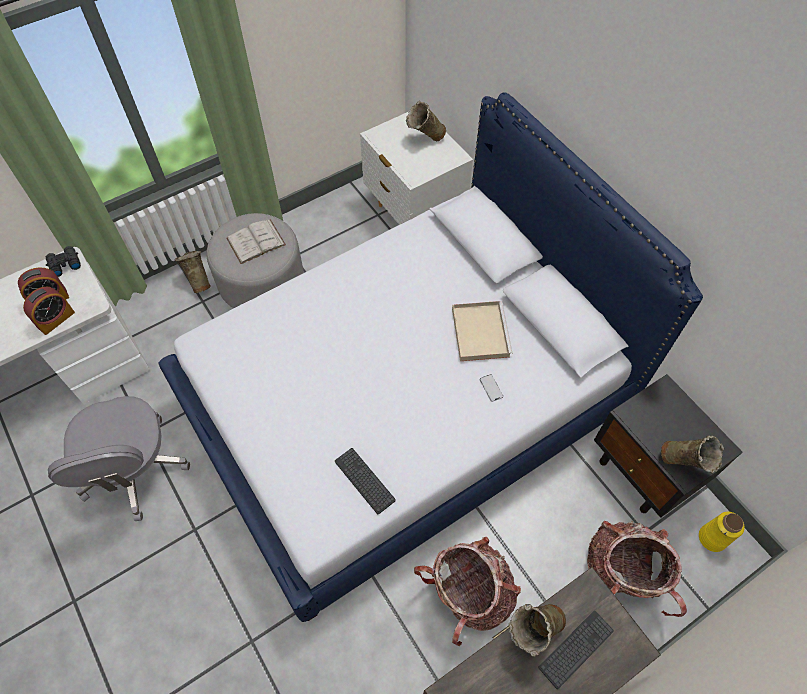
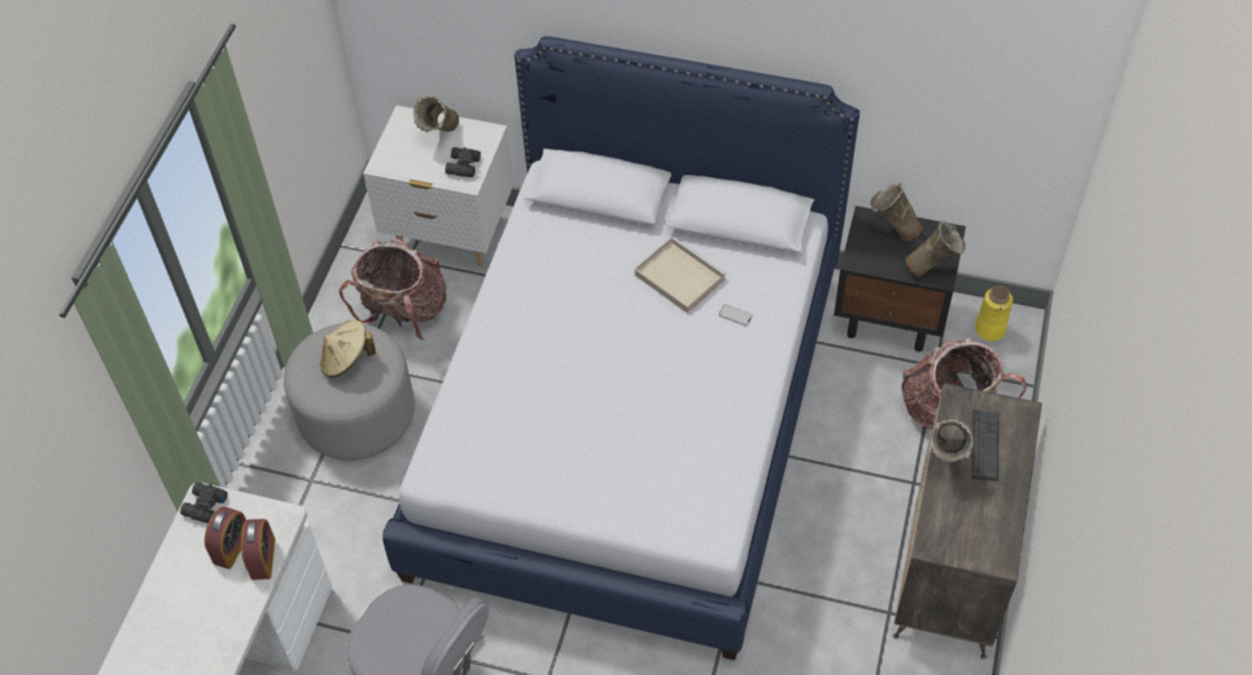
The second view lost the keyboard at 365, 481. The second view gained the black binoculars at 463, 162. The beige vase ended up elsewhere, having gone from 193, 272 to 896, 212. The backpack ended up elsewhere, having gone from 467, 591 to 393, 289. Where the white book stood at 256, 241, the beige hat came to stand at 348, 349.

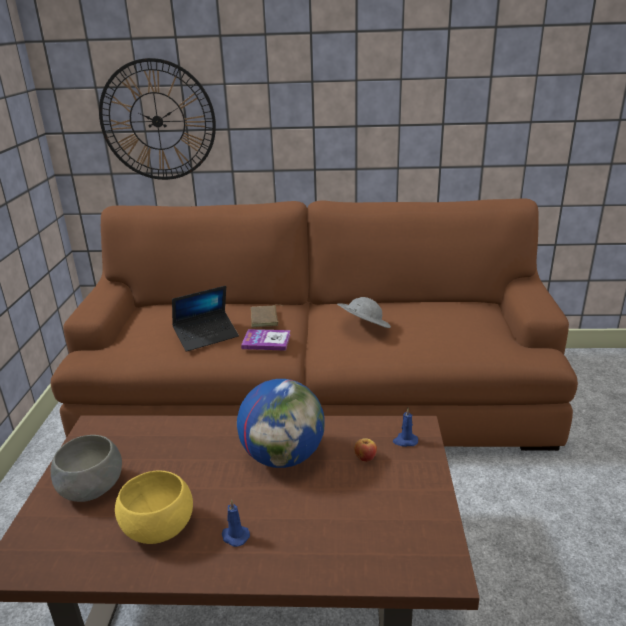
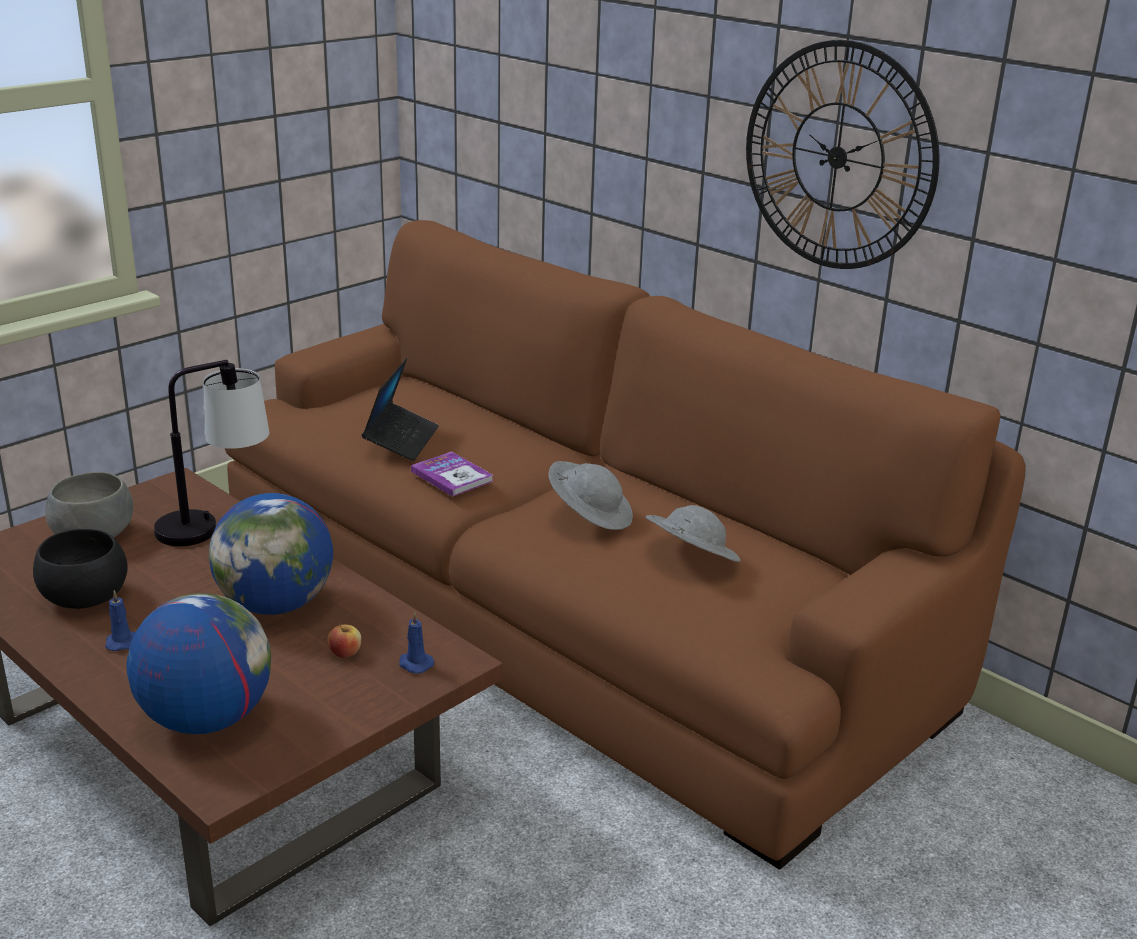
The second view lost the brown book at 267, 316. The second view gained the globe at 198, 663. The second view gained the table lamp at 211, 453. The second view gained the grey hat at 693, 533. The wall clock ended up elsewhere, having gone from 157, 119 to 843, 154. What was the yellow bowl at 154, 507 turned into the black bowl at 80, 569. The laptop at 205, 319 ended up facing another way, 90 degrees counterclockwise from before.

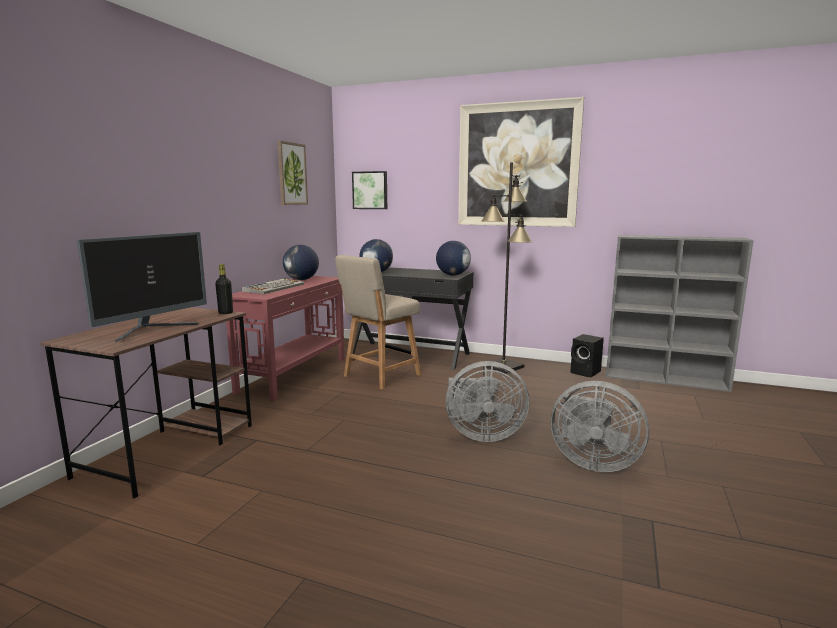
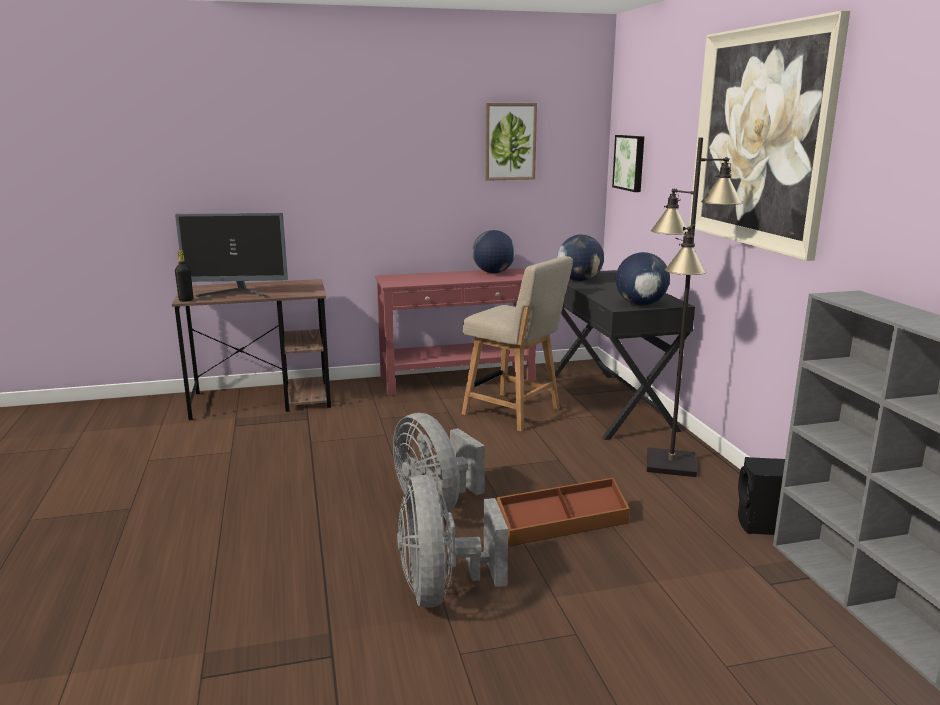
The second view lost the keyboard at 273, 286. The second view gained the brown storage box at 563, 512. The black bottle ended up elsewhere, having gone from 224, 289 to 184, 276. The beige chair at 378, 322 ended up facing another way, 150 degrees counterclockwise from before.

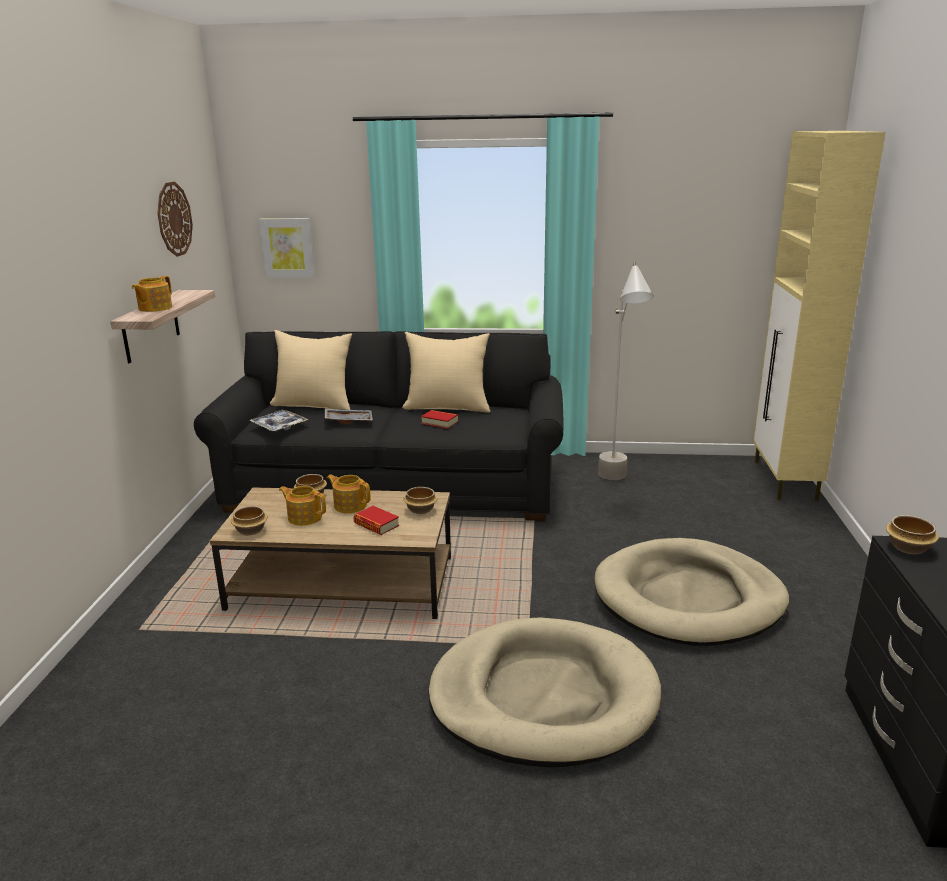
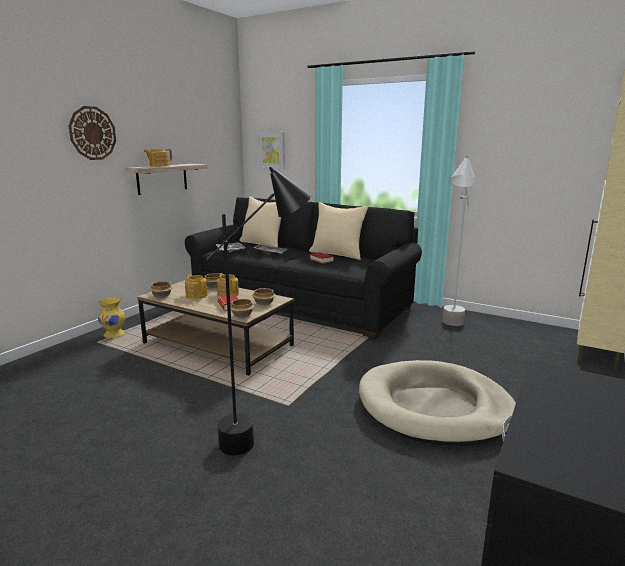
The second view gained the yellow vase at 112, 317. The wall clock ended up elsewhere, having gone from 175, 219 to 92, 133. The bowl ended up elsewhere, having gone from 912, 534 to 242, 308. Where the beige dog bed stood at 544, 692, the black floor lamp came to stand at 259, 311.

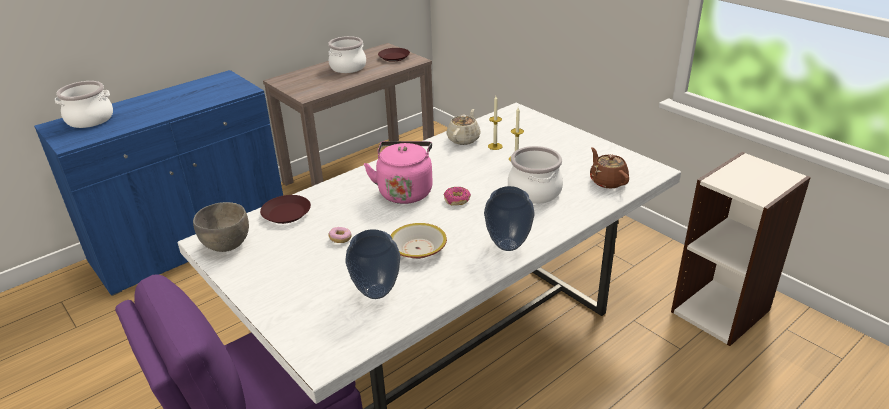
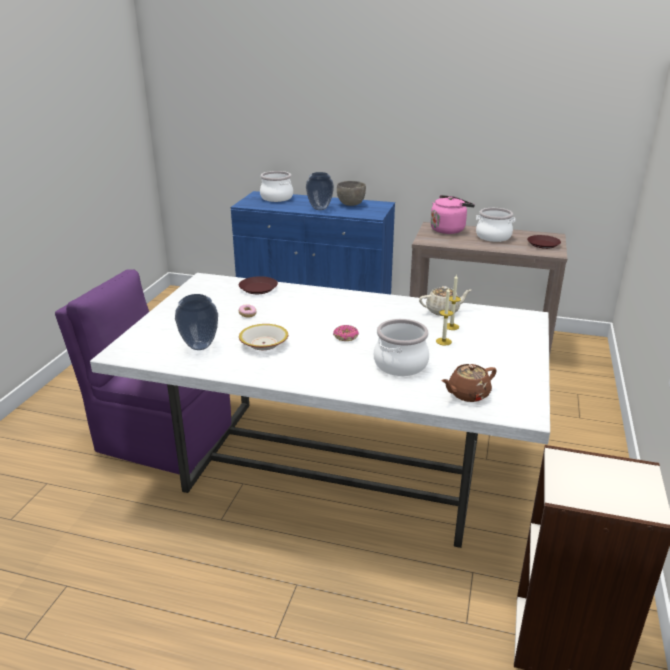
The grey bowl ended up elsewhere, having gone from 221, 227 to 351, 193. The pink kettle ended up elsewhere, having gone from 398, 172 to 453, 214. The vase ended up elsewhere, having gone from 509, 218 to 320, 191. The brown teapot at 609, 168 ended up facing another way, 150 degrees counterclockwise from before.

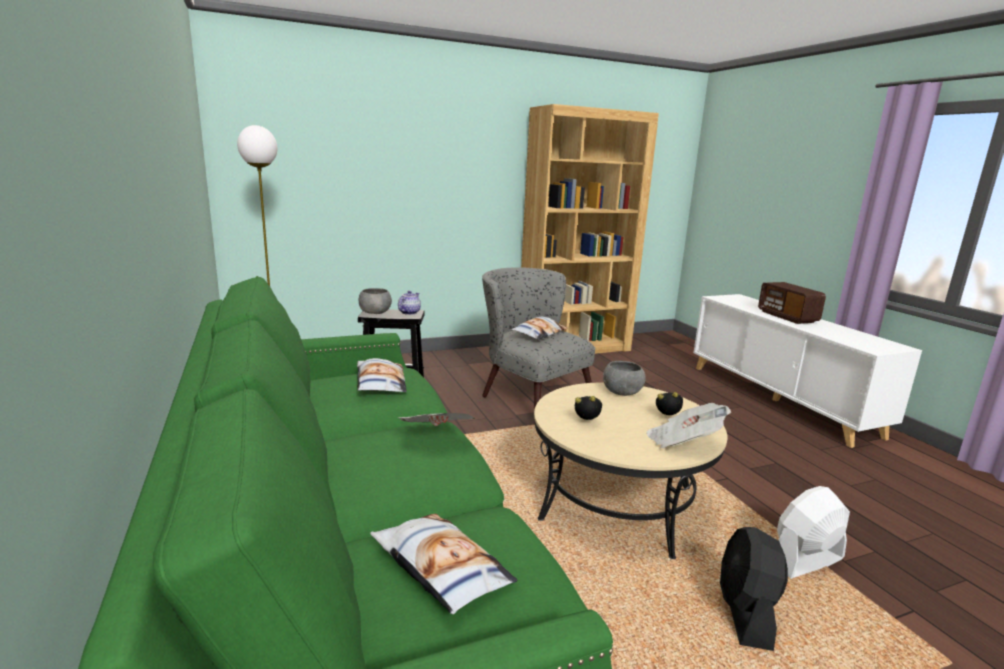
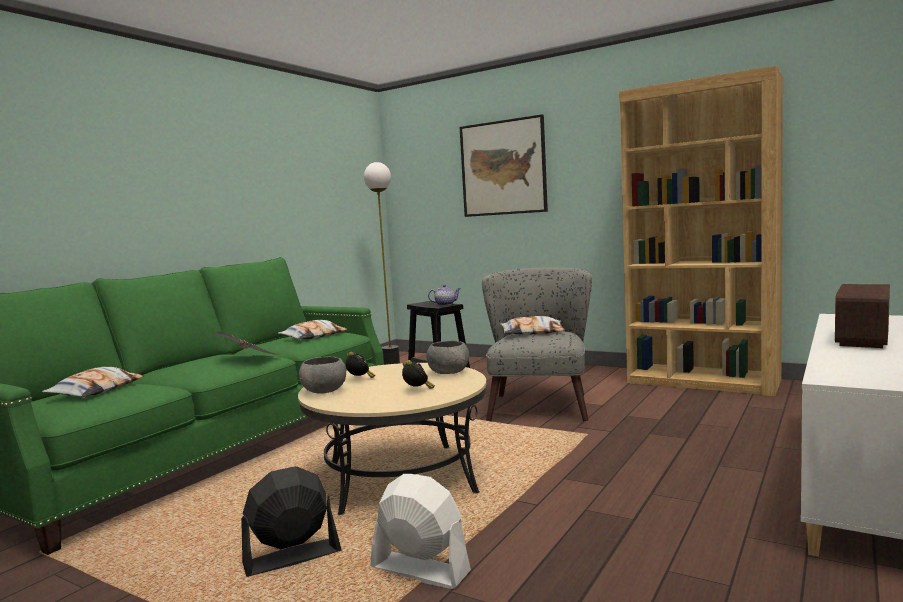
The second view lost the newspaper at 688, 425. The second view gained the picture at 504, 165. The grey bowl ended up elsewhere, having gone from 375, 301 to 322, 375.

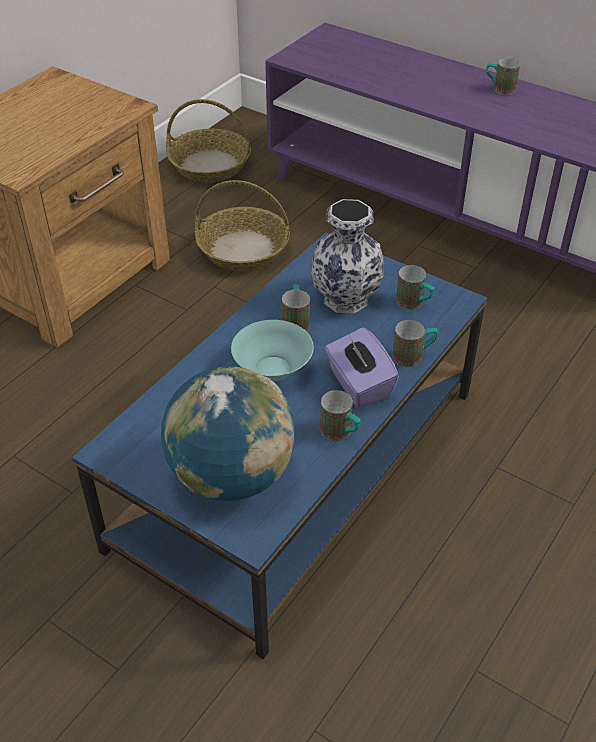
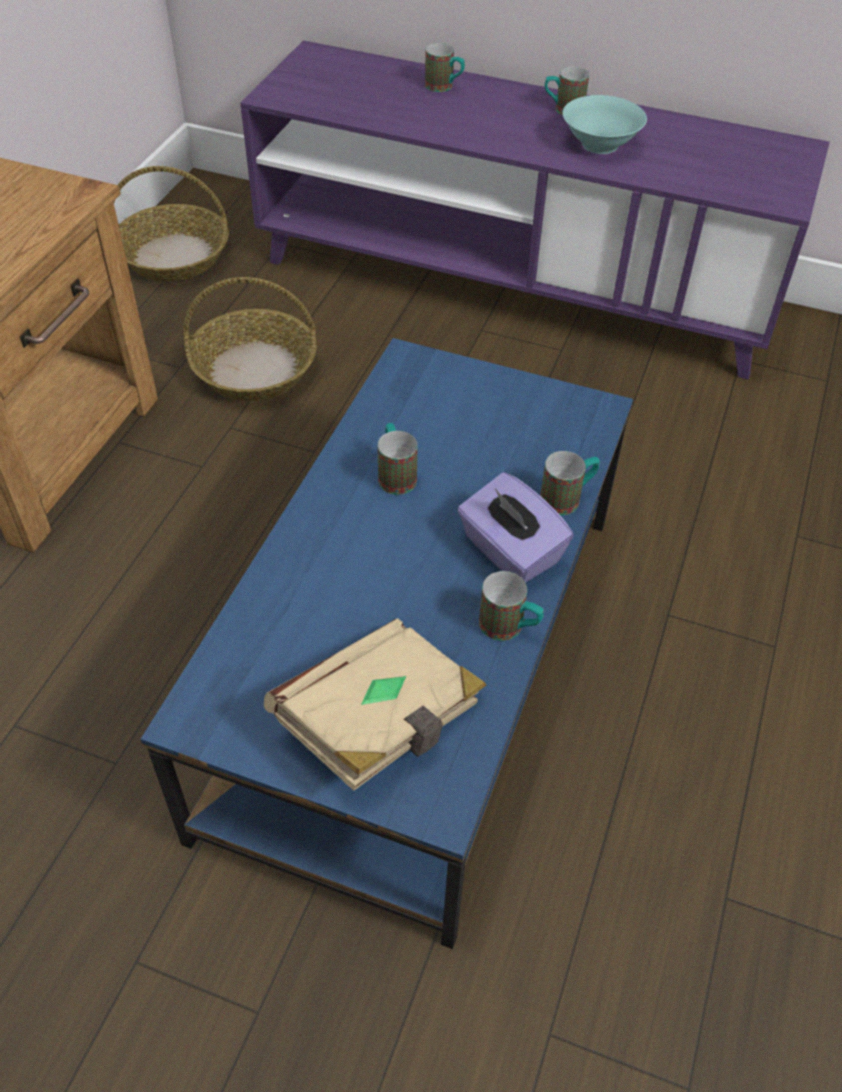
The second view lost the vase at 347, 256. The turquoise bowl ended up elsewhere, having gone from 272, 350 to 605, 124. The mug ended up elsewhere, having gone from 415, 287 to 445, 67. Where the globe stood at 228, 433, the beige book came to stand at 375, 704.

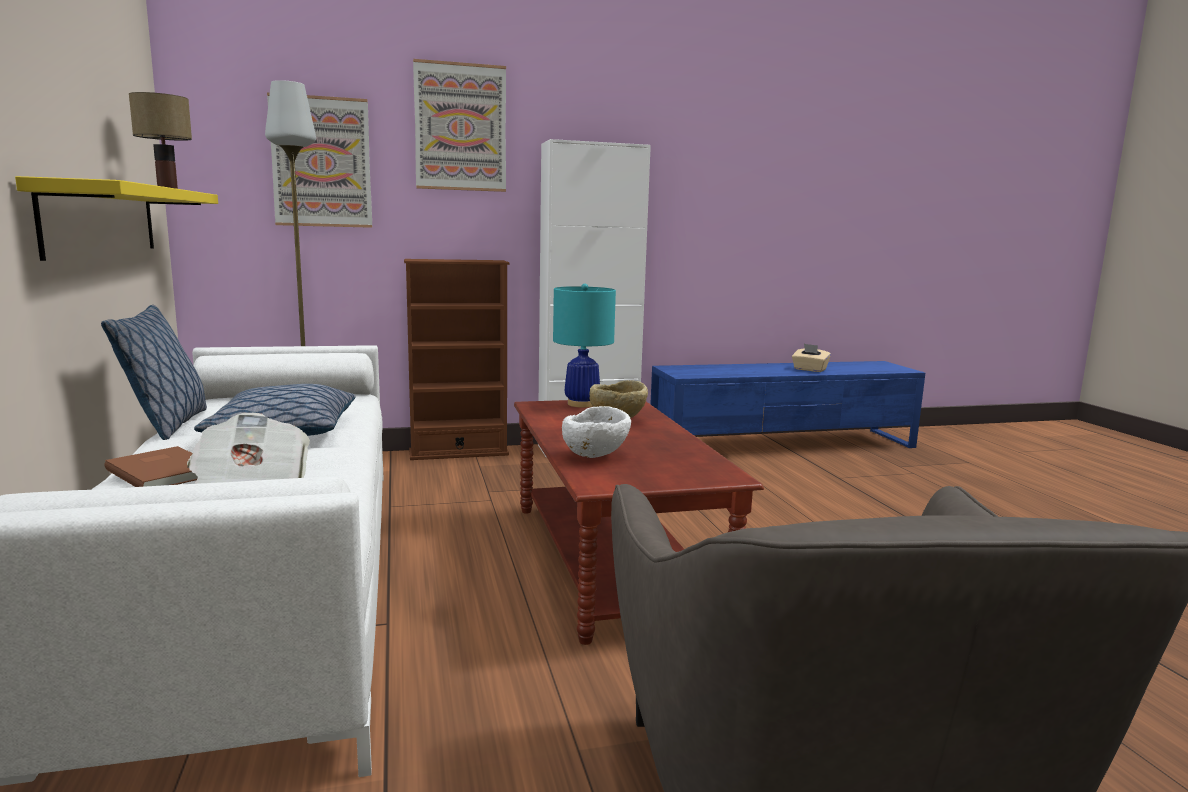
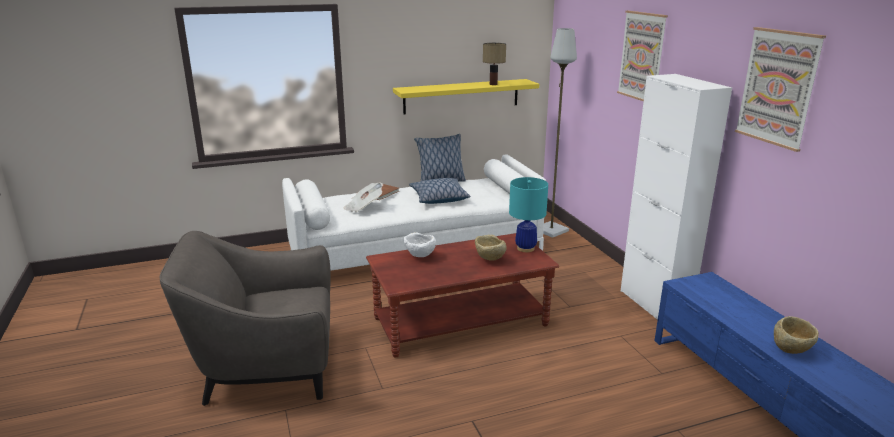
The second view lost the brown bookcase at 456, 359. The picture ended up elsewhere, having gone from 319, 160 to 780, 89. Where the beige tissue box stood at 811, 358, the beige bowl came to stand at 796, 335.

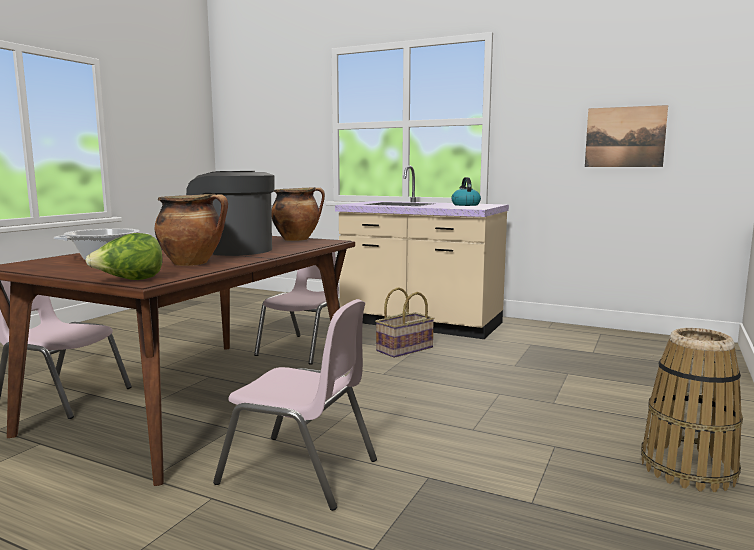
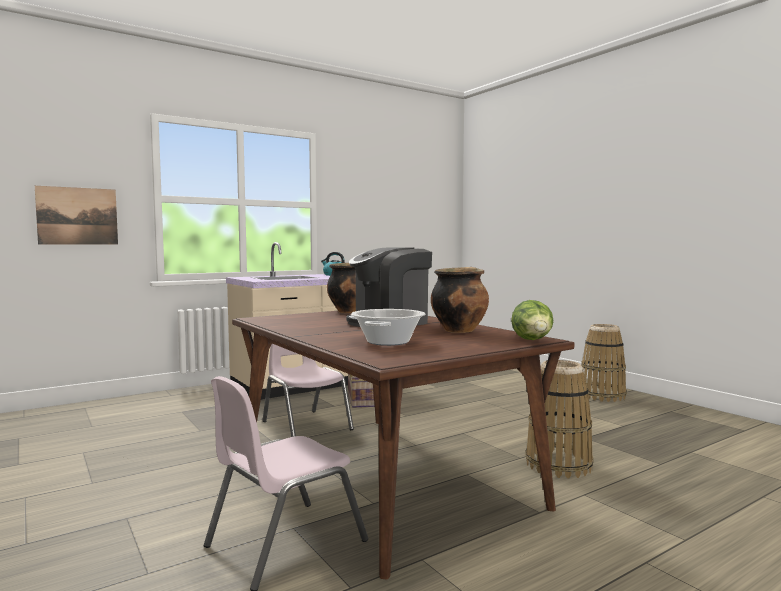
The picture ended up elsewhere, having gone from 626, 136 to 76, 215. Where the pink chair stood at 295, 405, the basket came to stand at 559, 419.

